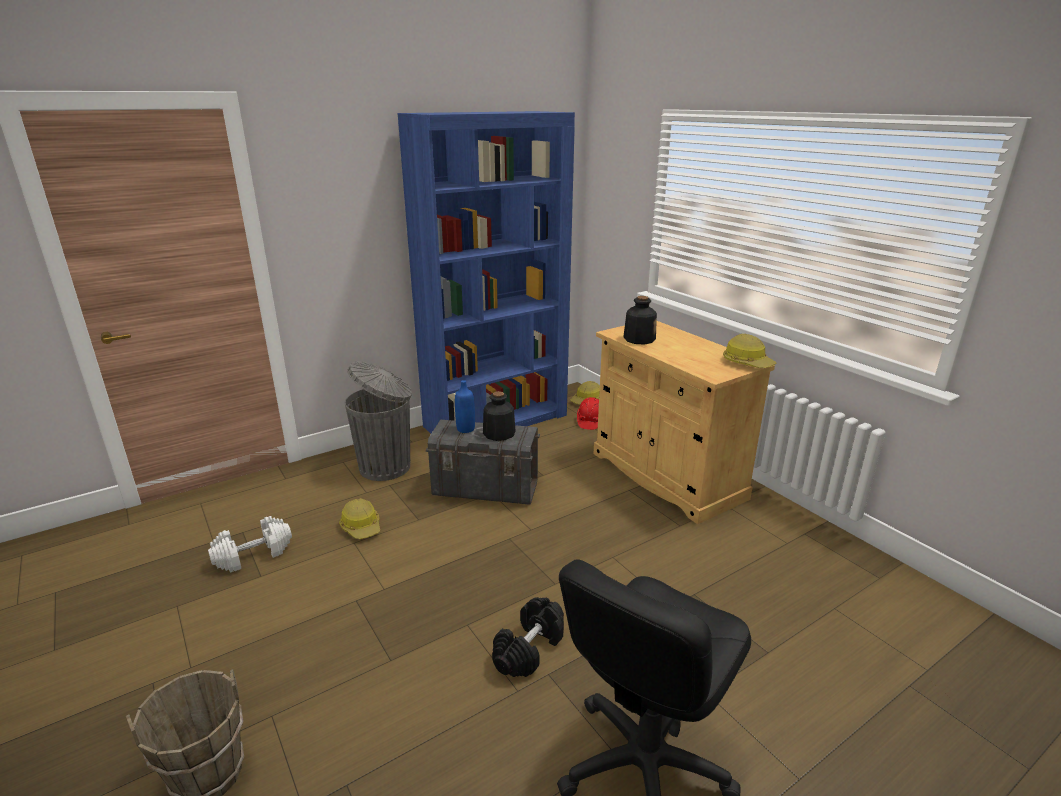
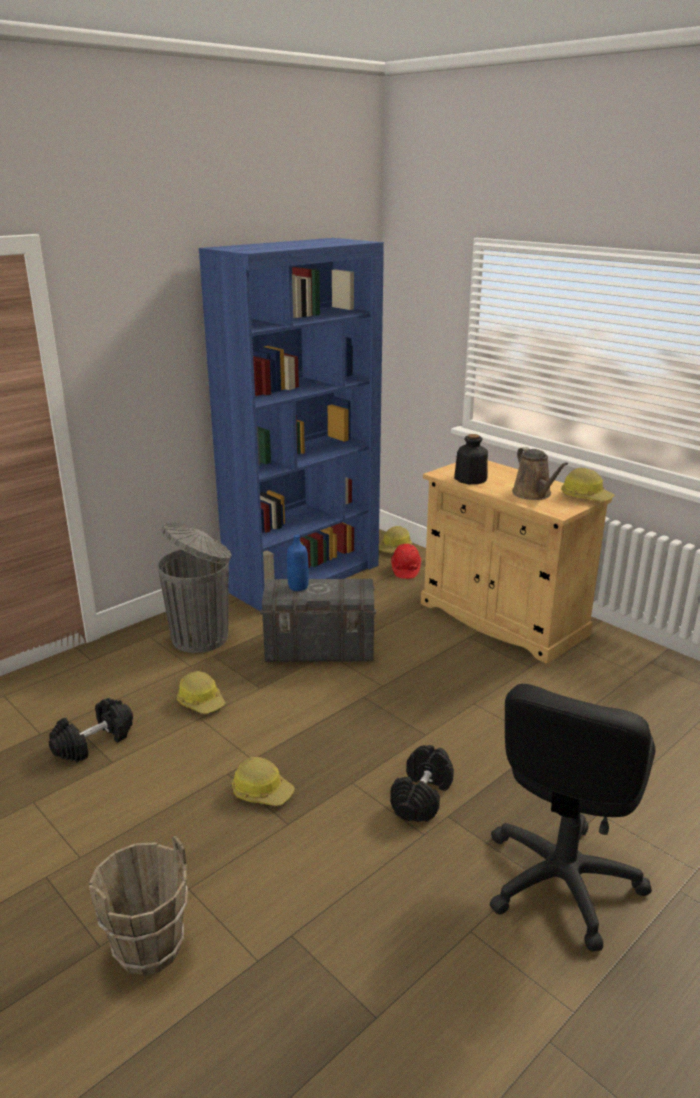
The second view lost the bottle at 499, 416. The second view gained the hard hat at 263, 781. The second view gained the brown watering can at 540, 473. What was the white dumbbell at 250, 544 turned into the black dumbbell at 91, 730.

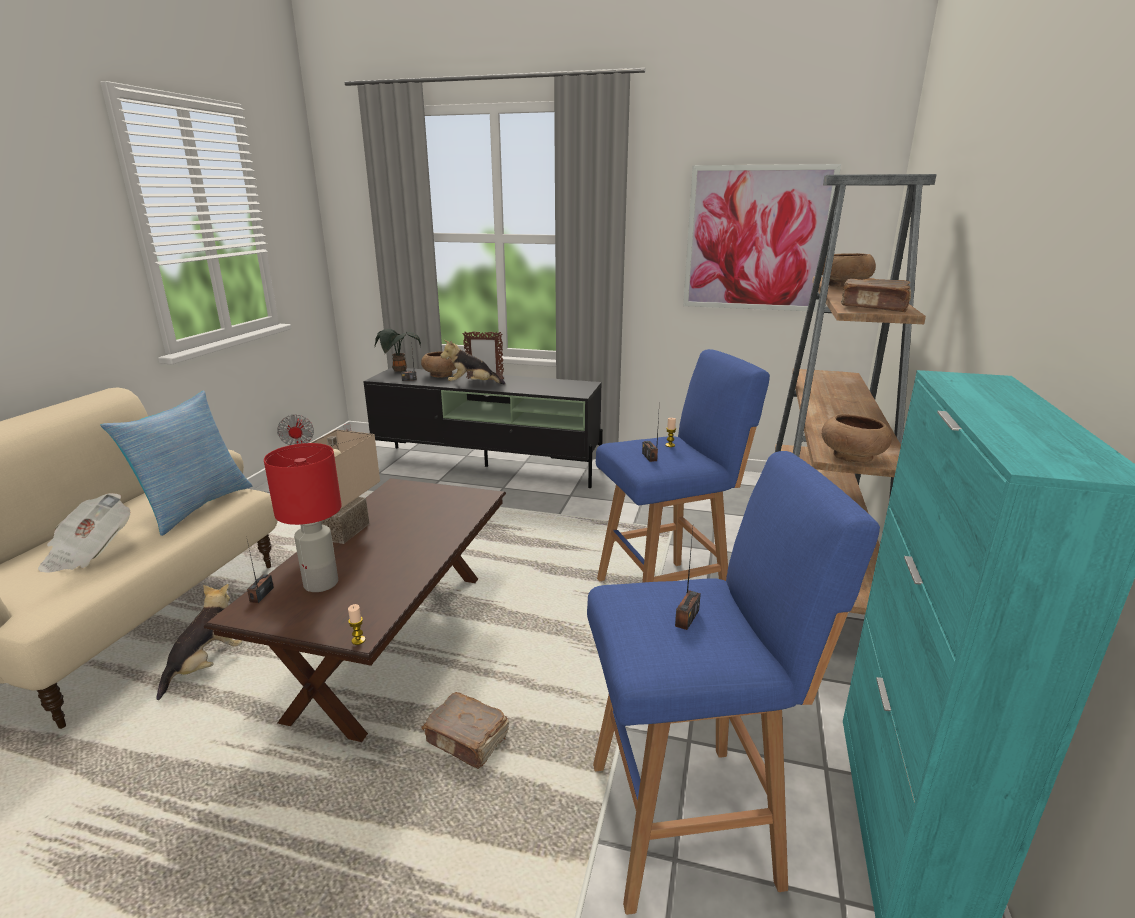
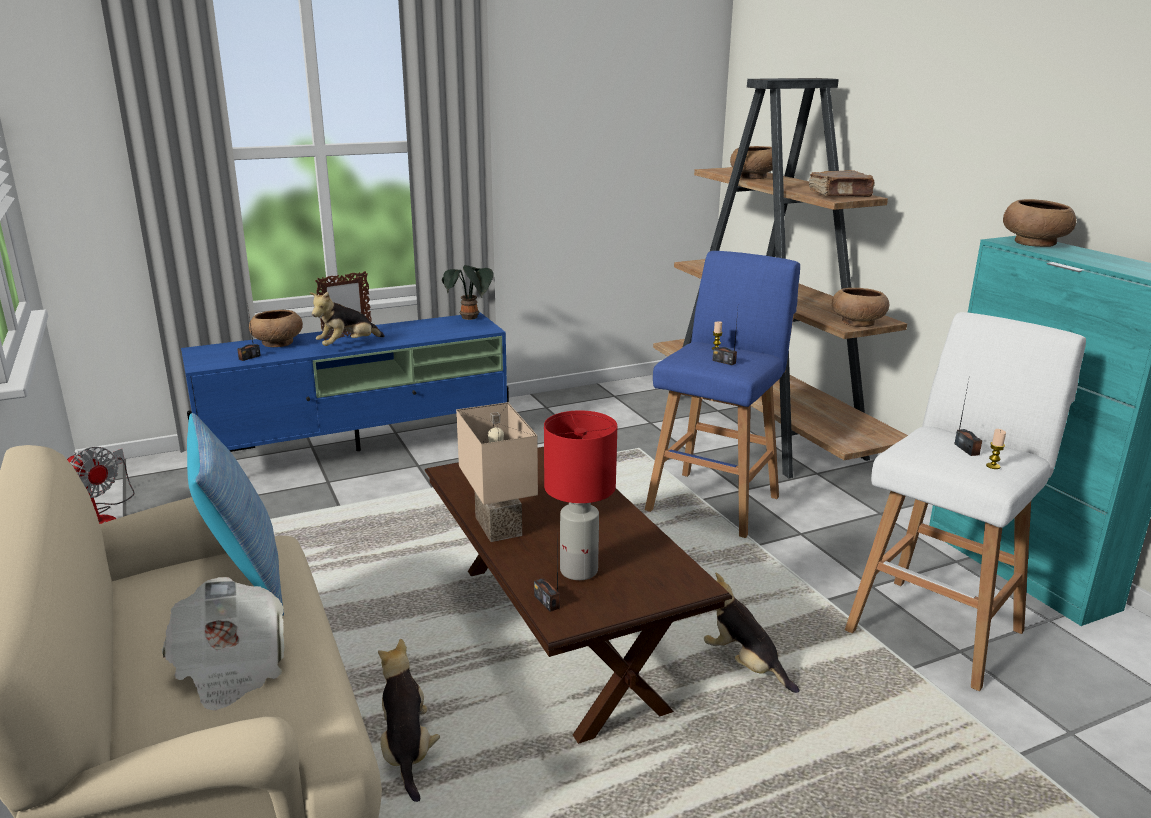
The second view lost the picture at 762, 238. The second view gained the brown bowl at 1039, 223. The candle ended up elsewhere, having gone from 357, 624 to 996, 449. The potted plant ended up elsewhere, having gone from 398, 350 to 468, 292. Where the brown book stood at 465, 730, the plush toy came to stand at 751, 633. What was the black tv stand at 483, 428 turned into the blue tv stand at 345, 382. What was the blue stool at 733, 683 turned into the white stool at 965, 501.

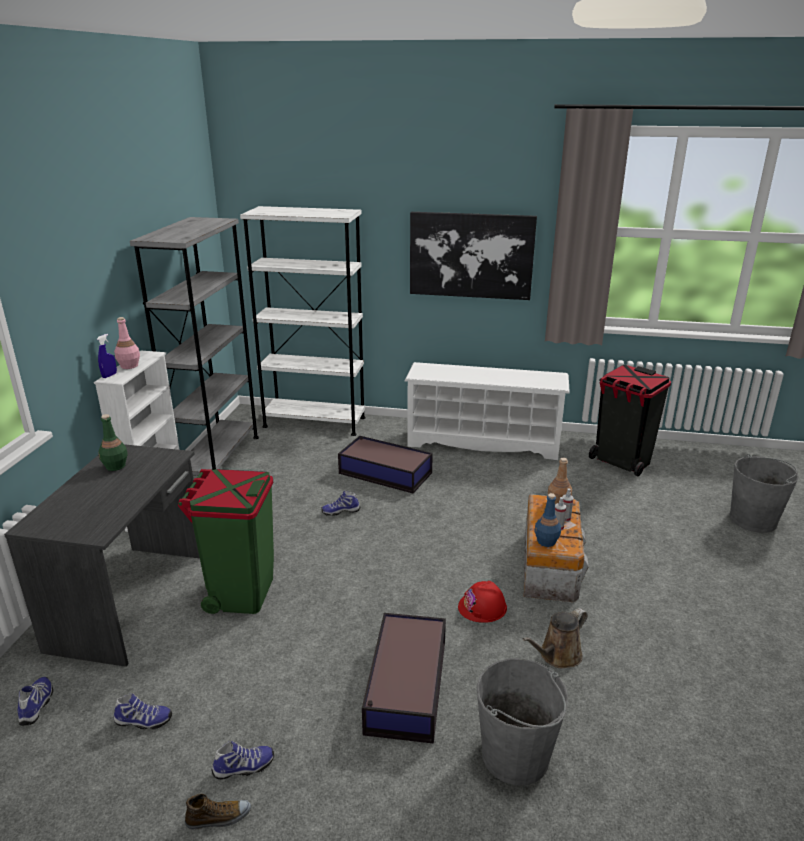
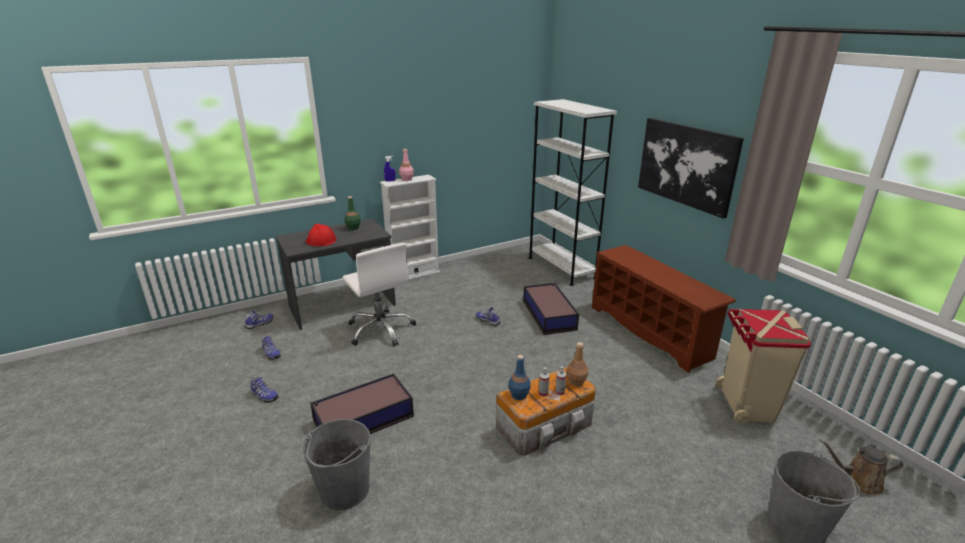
The second view lost the grey bookcase at 194, 346. The second view lost the shoe at 218, 811. The red hard hat ended up elsewhere, having gone from 482, 602 to 321, 235. The brown watering can ended up elsewhere, having gone from 555, 638 to 861, 467. Where the green trash can stood at 226, 541, the white office chair came to stand at 379, 294. What was the white shoe rack at 487, 411 turned into the brown shoe rack at 664, 309. What was the black trash can at 630, 420 turned into the beige trash can at 763, 366.

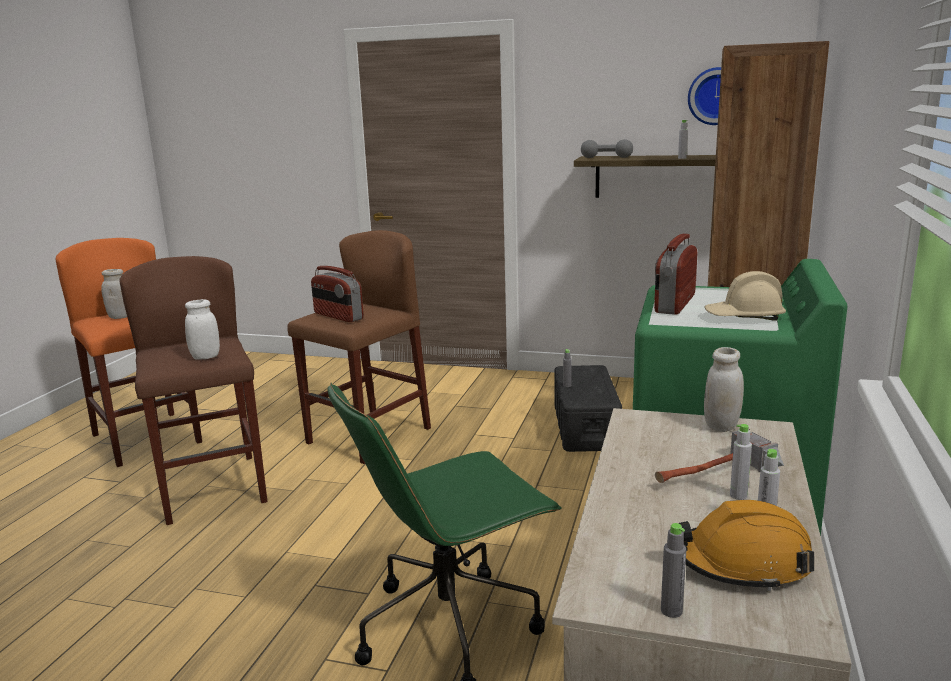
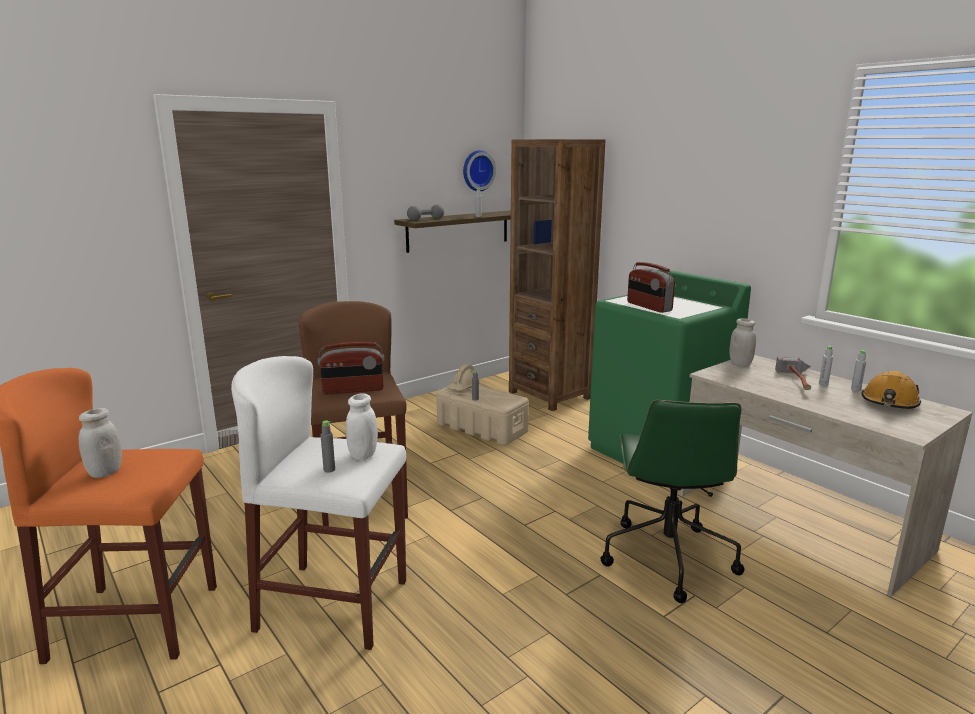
The grey bottle ended up elsewhere, having gone from 673, 570 to 328, 446. The beige hard hat ended up elsewhere, having gone from 745, 296 to 463, 377. What was the brown stool at 193, 390 turned into the white stool at 318, 503. What was the black storage box at 588, 408 turned into the beige storage box at 482, 415.

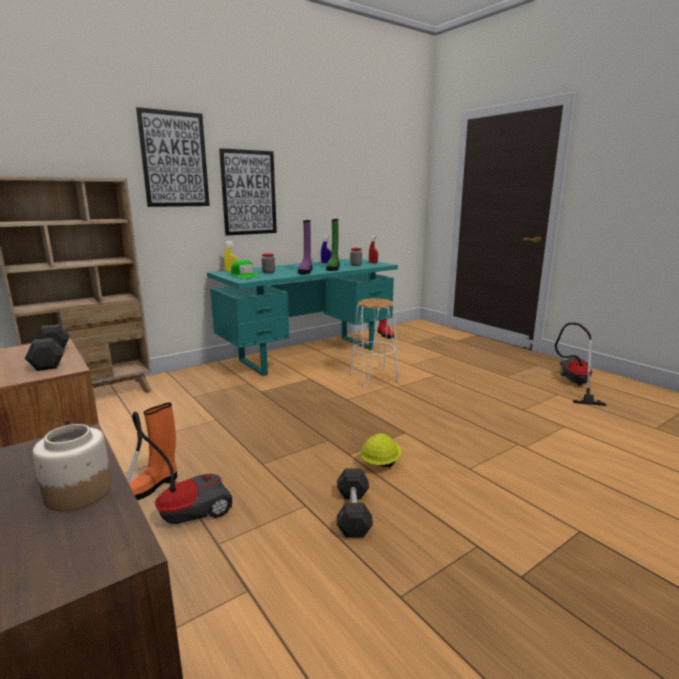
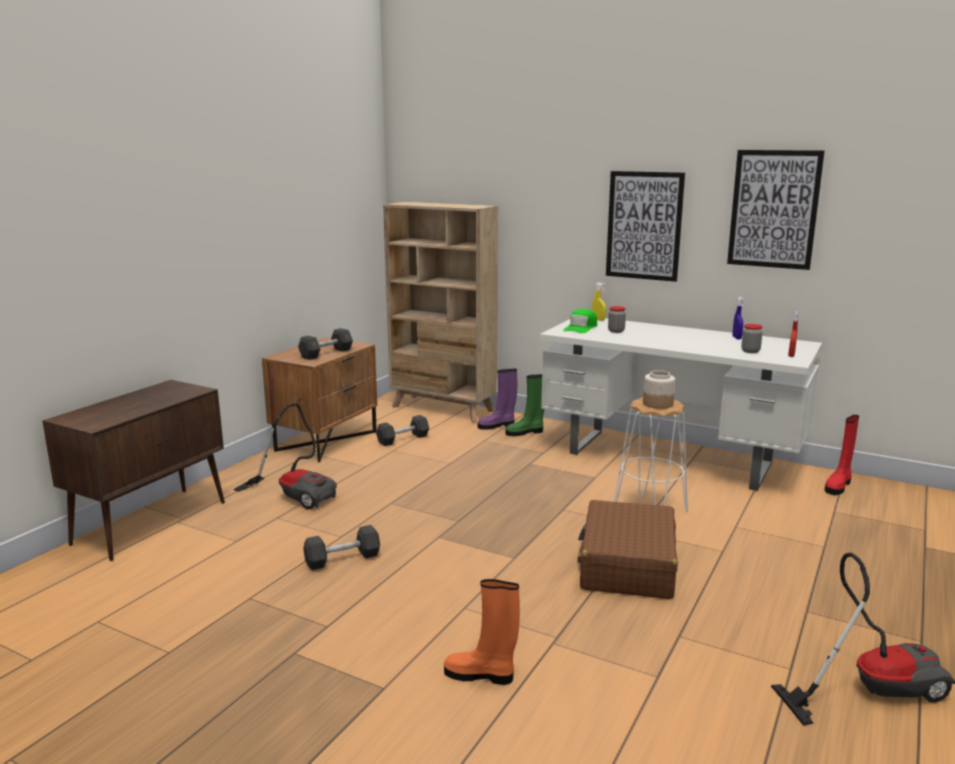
The second view lost the yellow hard hat at 381, 450. The second view gained the grey dumbbell at 402, 430. The second view gained the brown suitcase at 628, 549. The jar ended up elsewhere, having gone from 72, 467 to 659, 389. The orange boot ended up elsewhere, having gone from 153, 451 to 482, 632. The picture ended up elsewhere, having gone from 173, 157 to 776, 210. The purple boot ended up elsewhere, having gone from 305, 247 to 497, 399. The green boot ended up elsewhere, having gone from 333, 245 to 525, 405. What was the turquoise desk at 302, 317 turned into the white desk at 681, 404.

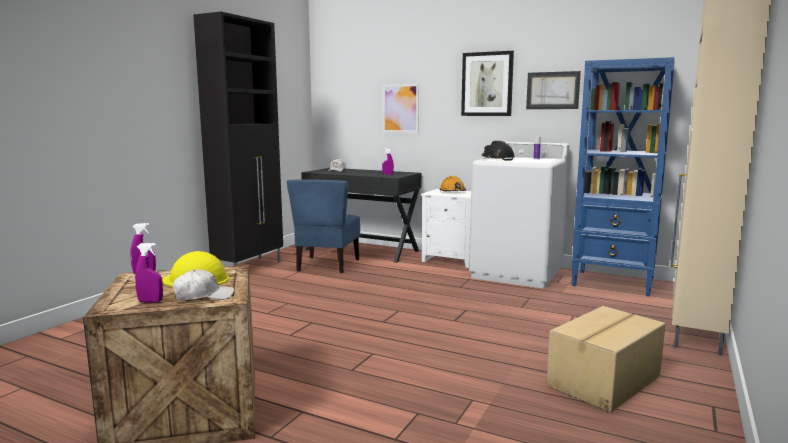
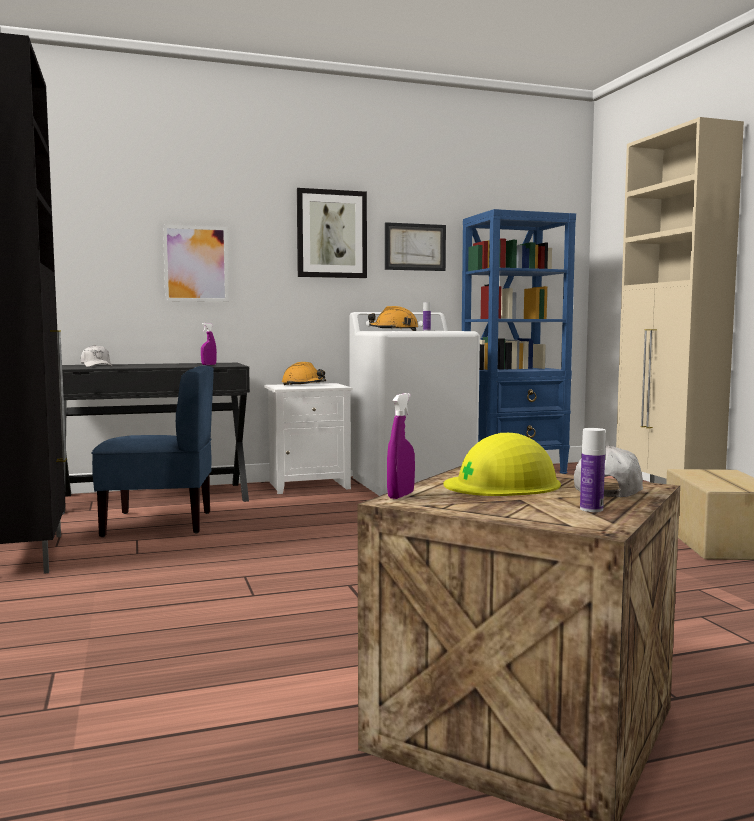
Where the purple spray bottle stood at 149, 272, the bottle came to stand at 592, 470. What was the black hard hat at 498, 151 turned into the orange hard hat at 393, 318. The blue chair at 323, 226 ended up facing another way, 60 degrees counterclockwise from before.

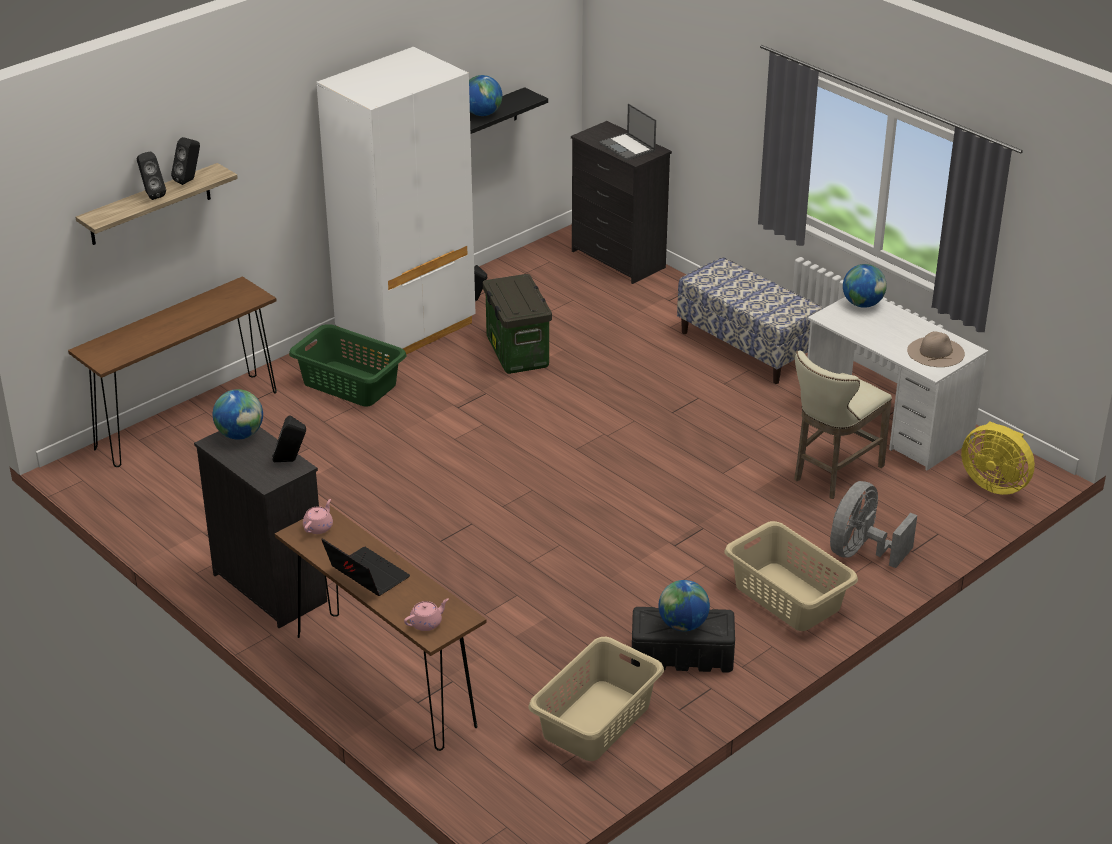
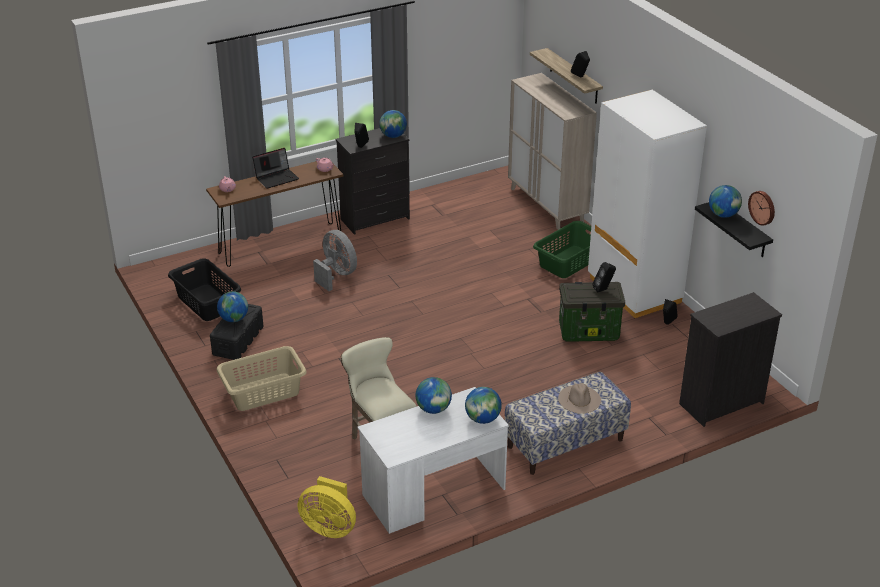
The second view lost the laptop at 627, 132. The second view gained the globe at 434, 395. The second view gained the wall clock at 761, 208. The black speaker ended up elsewhere, having gone from 151, 176 to 604, 277. The grey fan ended up elsewhere, having gone from 873, 524 to 335, 260. The beige hat ended up elsewhere, having gone from 936, 349 to 579, 398. Where the brown console table stood at 172, 371, the beige cabinet came to stand at 552, 151. What was the beige laundry basket at 596, 699 turned into the black laundry basket at 204, 289. The yellow fan at 998, 458 ended up facing another way, 120 degrees counterclockwise from before.

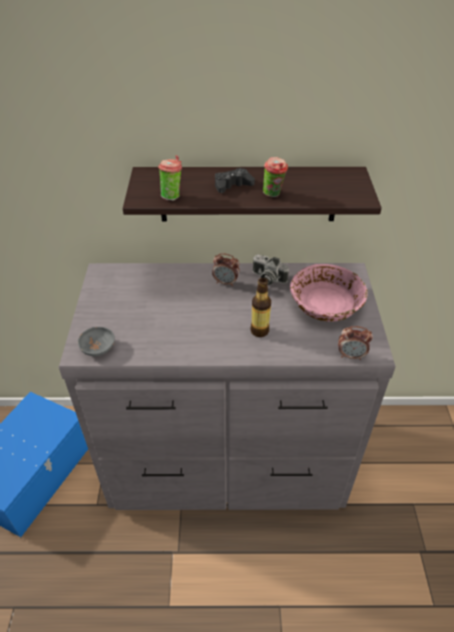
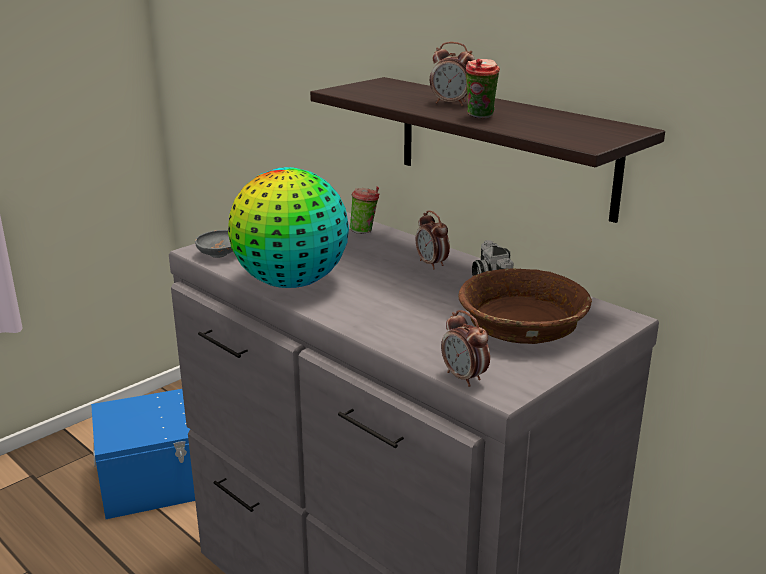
The second view lost the bottle at 260, 307. The second view gained the globe at 288, 227. The cup ended up elsewhere, having gone from 170, 178 to 364, 210. Where the black game controller stood at 235, 180, the alarm clock came to stand at 452, 74. What was the pink bowl at 329, 293 turned into the brown bowl at 525, 306.

